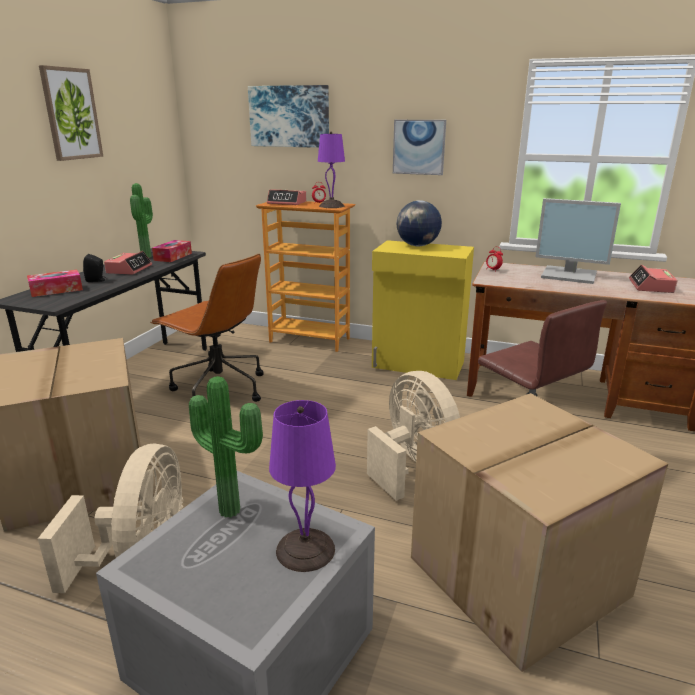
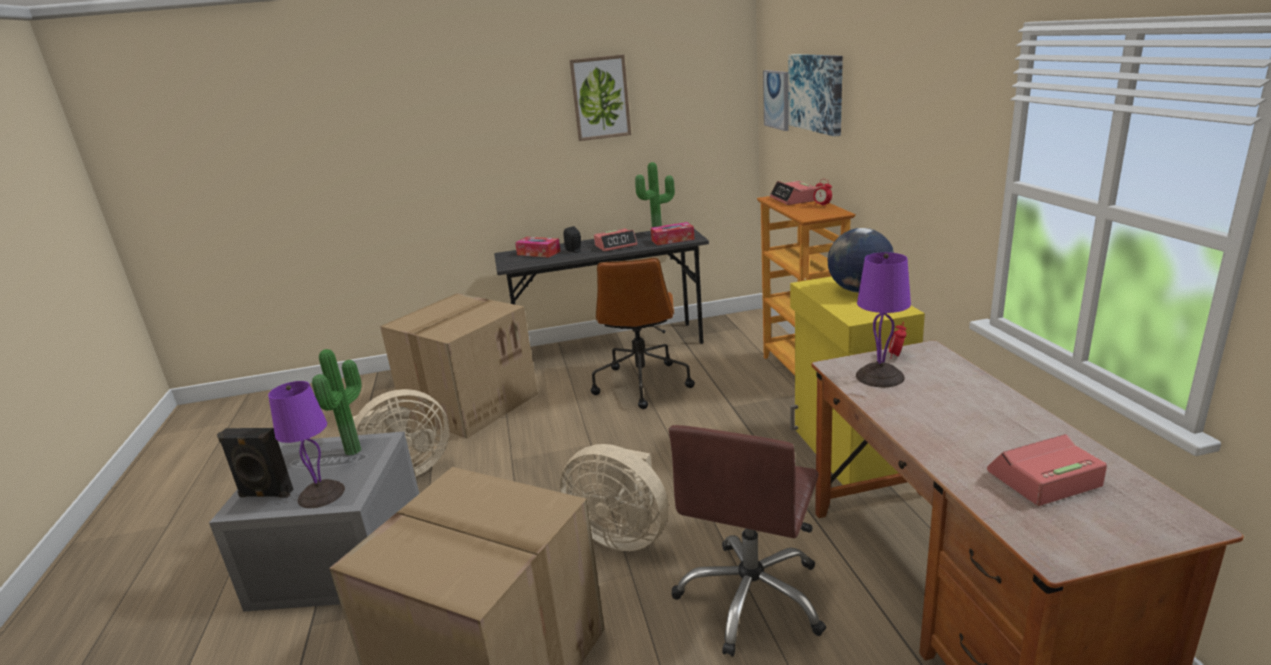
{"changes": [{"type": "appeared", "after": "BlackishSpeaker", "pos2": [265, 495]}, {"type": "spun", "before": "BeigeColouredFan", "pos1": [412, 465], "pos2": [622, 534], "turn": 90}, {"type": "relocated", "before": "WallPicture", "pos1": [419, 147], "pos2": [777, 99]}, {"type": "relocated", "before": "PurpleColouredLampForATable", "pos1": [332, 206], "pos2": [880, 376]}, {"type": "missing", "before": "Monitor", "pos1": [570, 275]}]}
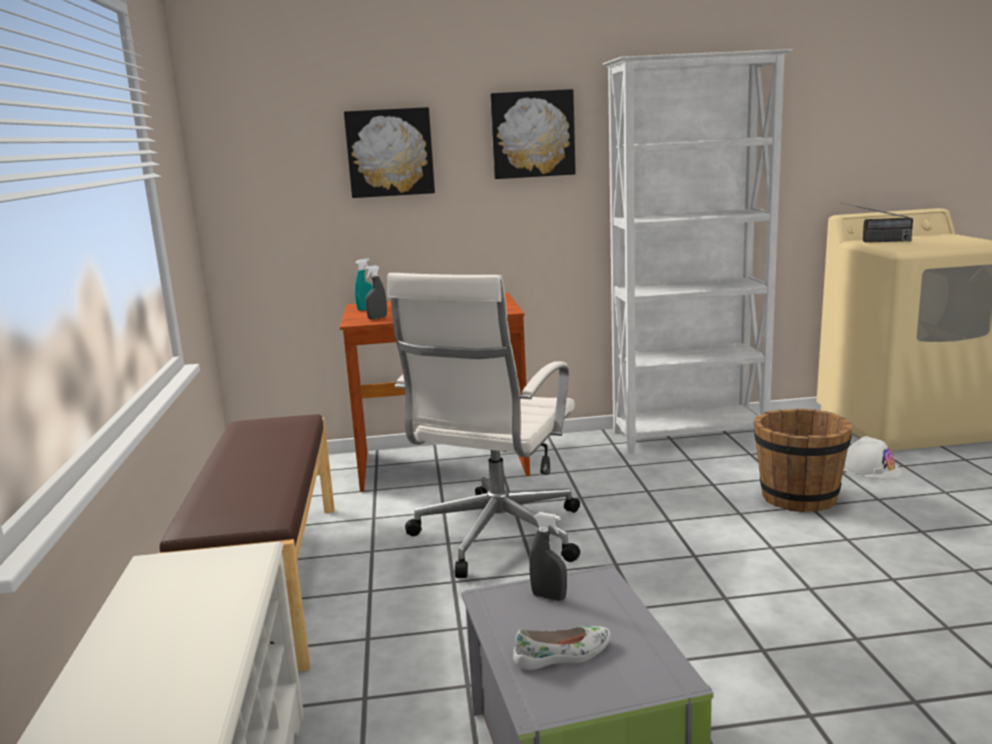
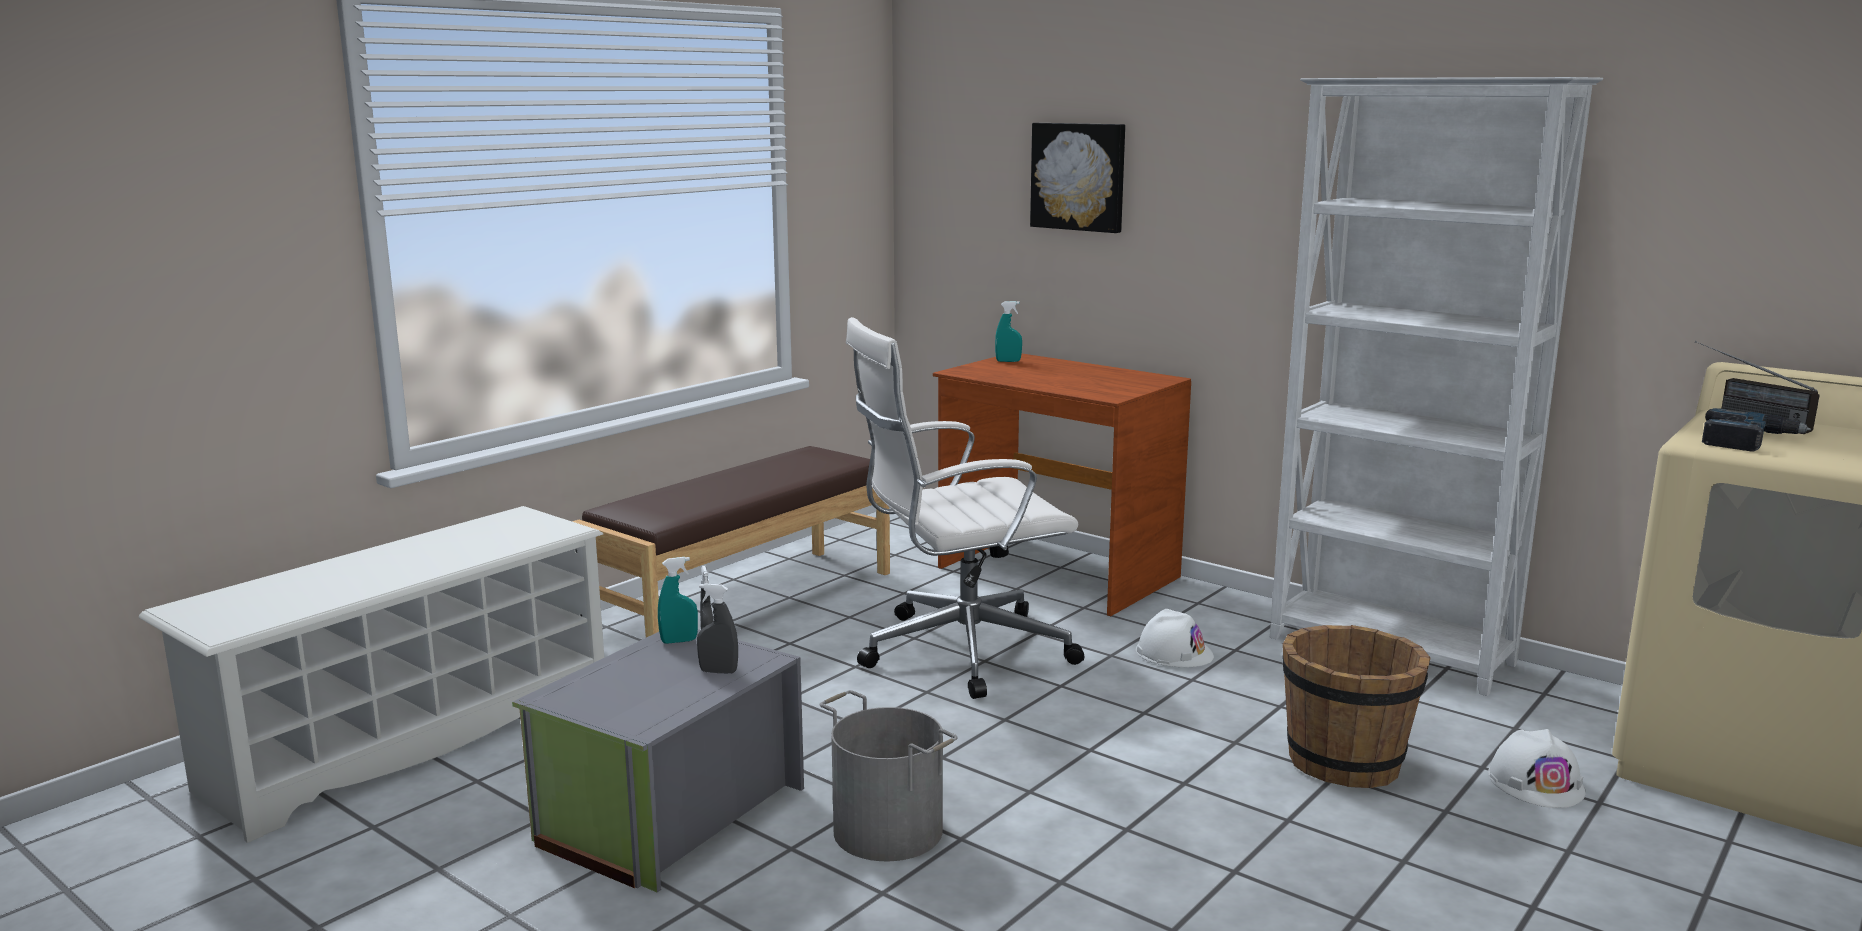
{"changes": [{"type": "appeared", "after": "BlueGreenSprayer", "pos2": [679, 641]}, {"type": "relocated", "before": "GreySprayer", "pos1": [377, 318], "pos2": [718, 671]}, {"type": "appeared", "after": "GreyWaterBucket", "pos2": [889, 830]}, {"type": "appeared", "after": "WhitishHardHat", "pos2": [1174, 653]}, {"type": "appeared", "after": "PowerDrill", "pos2": [1748, 440]}, {"type": "missing", "before": "WallPicture", "pos1": [532, 134]}, {"type": "missing", "before": "WhitishItemOfFootwear", "pos1": [563, 655]}]}
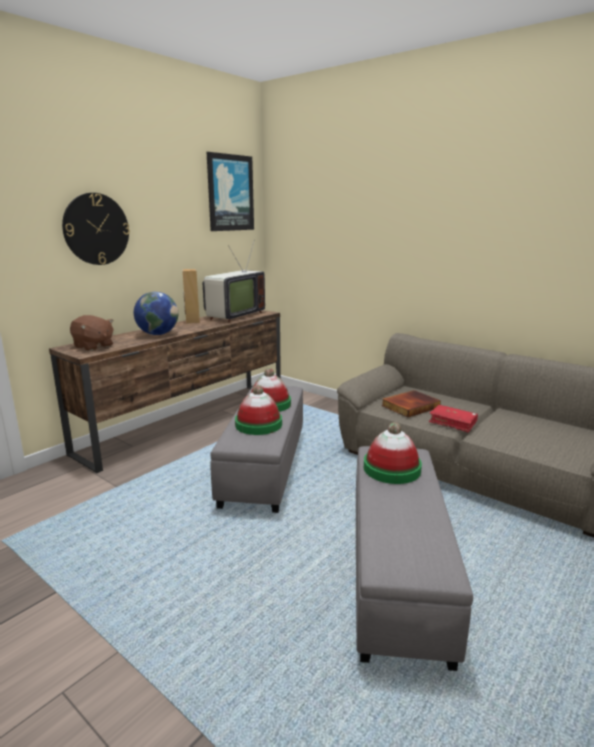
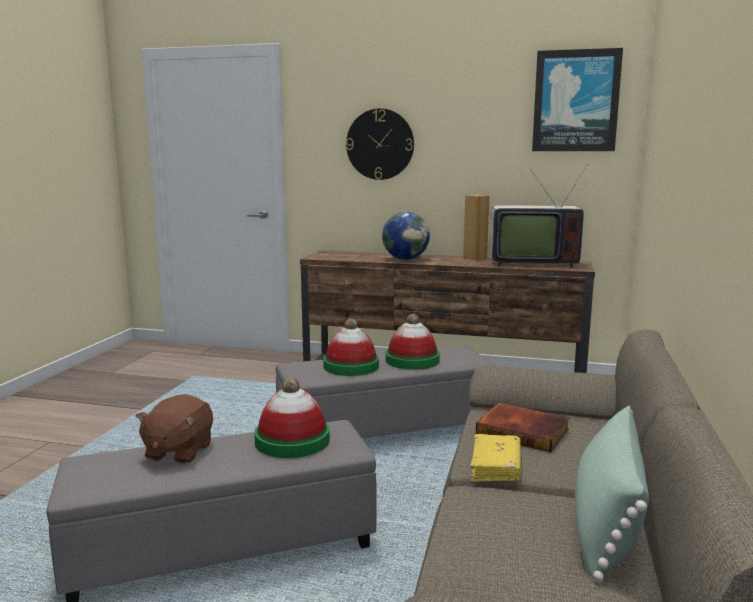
{"changes": [{"type": "relocated", "before": "BrownSoftToy", "pos1": [93, 346], "pos2": [178, 451]}, {"type": "colour", "before": "RedColouredBook", "after": "YellowBook", "pos1": [452, 423], "pos2": [496, 467]}, {"type": "appeared", "after": "GreenColouredCushion", "pos2": [606, 521]}]}
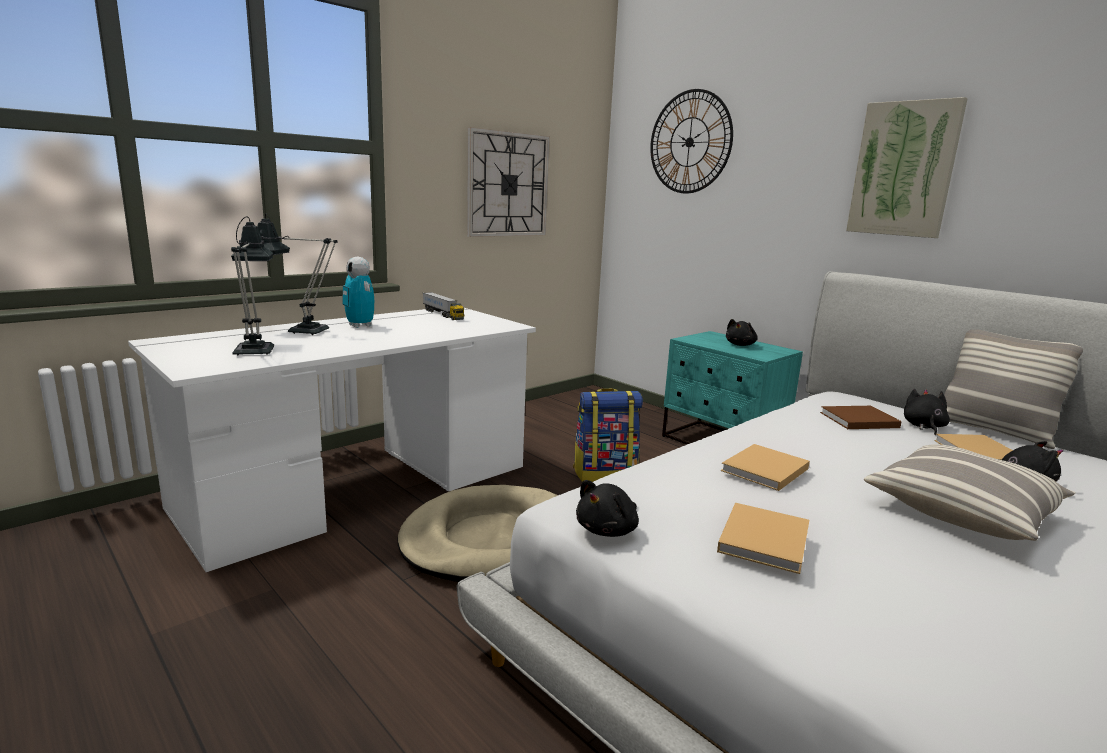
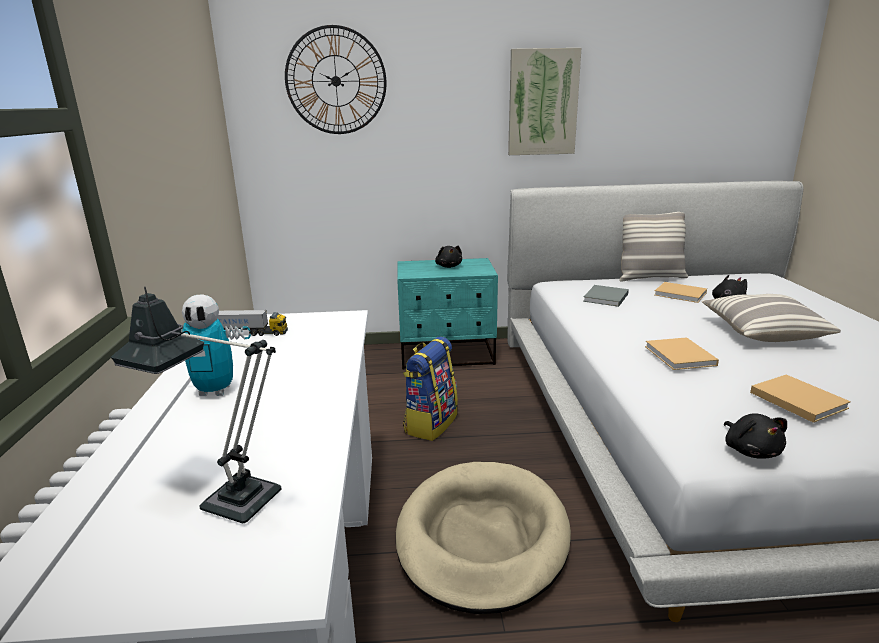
{"changes": [{"type": "colour", "before": "BrownBook", "after": "GreyBook", "pos1": [857, 420], "pos2": [605, 298]}, {"type": "missing", "before": "LampForATable", "pos1": [300, 331]}, {"type": "missing", "before": "HangingClock", "pos1": [508, 185]}, {"type": "missing", "before": "BlackishSoftToy", "pos1": [923, 426]}]}
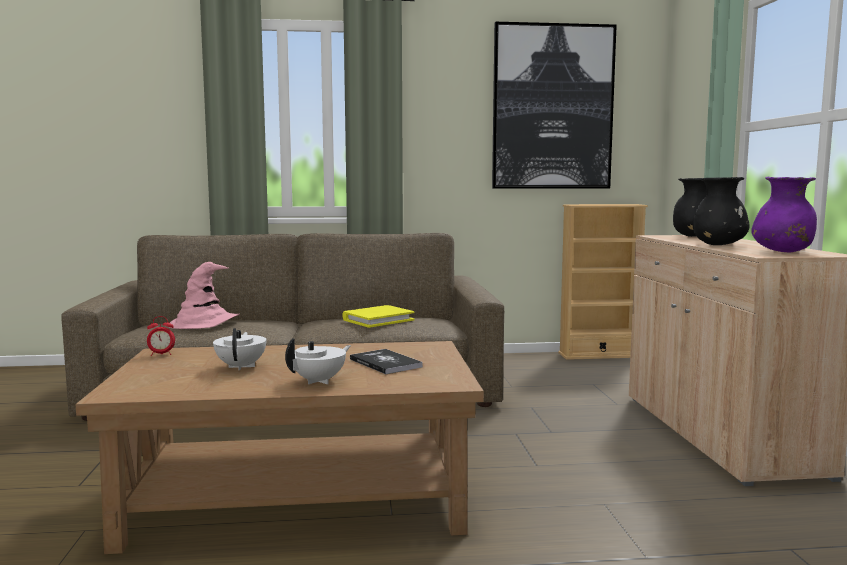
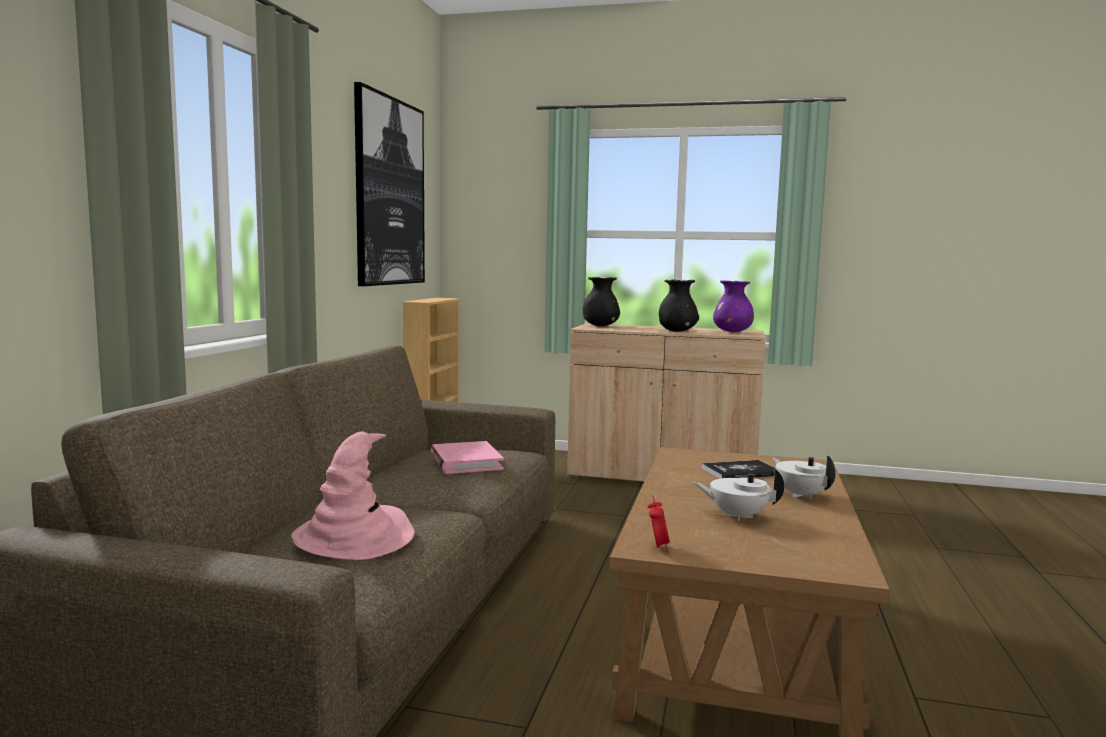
{"changes": [{"type": "colour", "before": "YellowBook", "after": "PinkColouredBook", "pos1": [378, 320], "pos2": [465, 462]}]}
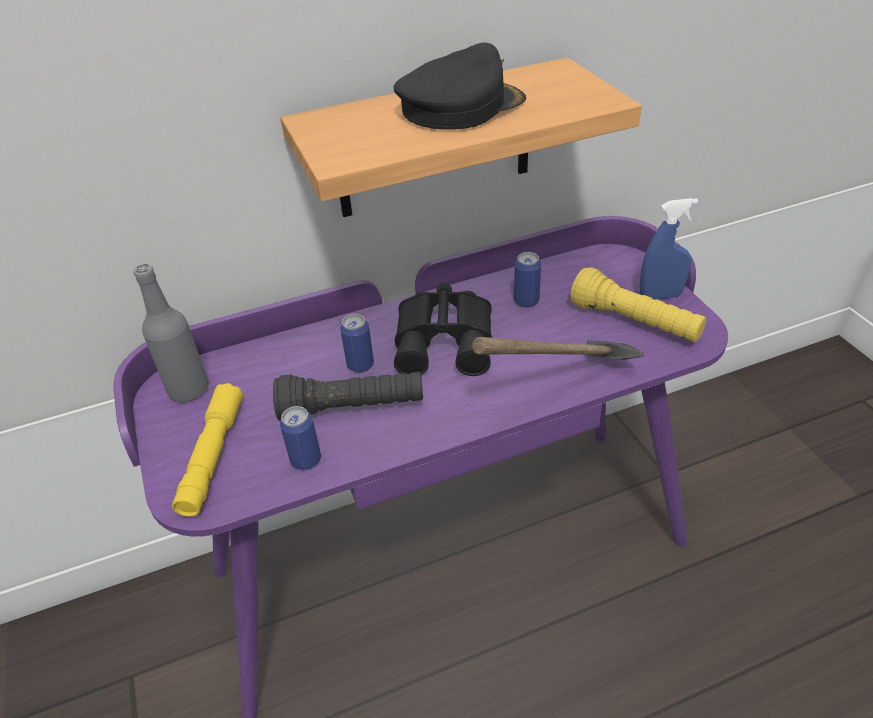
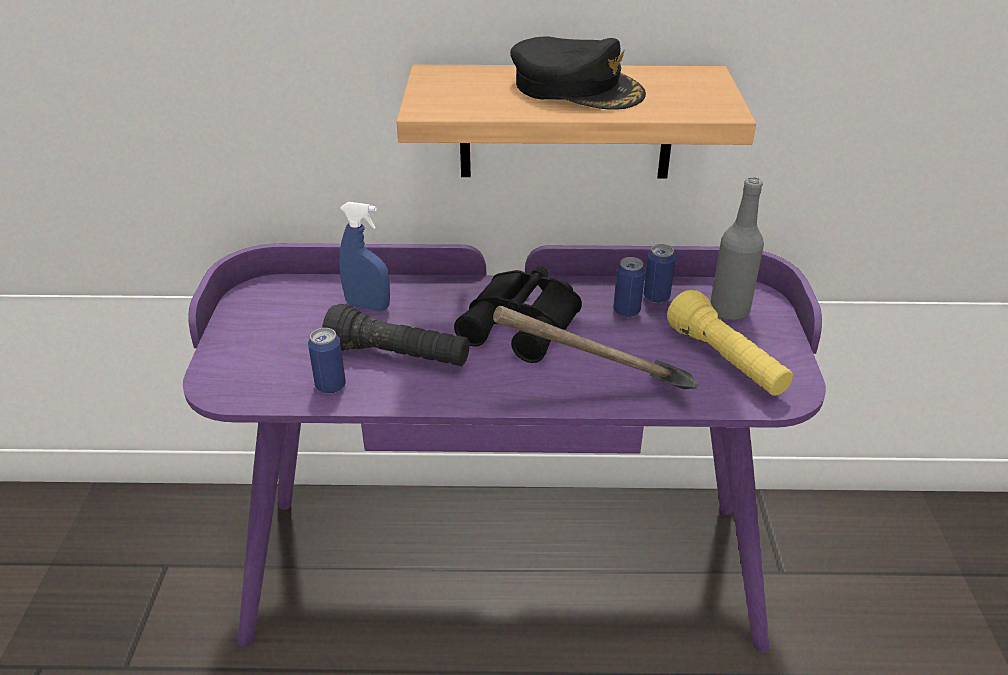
{"changes": [{"type": "relocated", "before": "BlueColouredSprayer", "pos1": [660, 296], "pos2": [368, 306]}, {"type": "spun", "before": "BlackishCap", "pos1": [460, 106], "pos2": [577, 88], "turn": 45}, {"type": "relocated", "before": "SealedCan", "pos1": [360, 365], "pos2": [656, 297]}, {"type": "relocated", "before": "GreyBottle", "pos1": [188, 389], "pos2": [729, 311]}, {"type": "missing", "before": "YellowTorch", "pos1": [212, 456]}]}
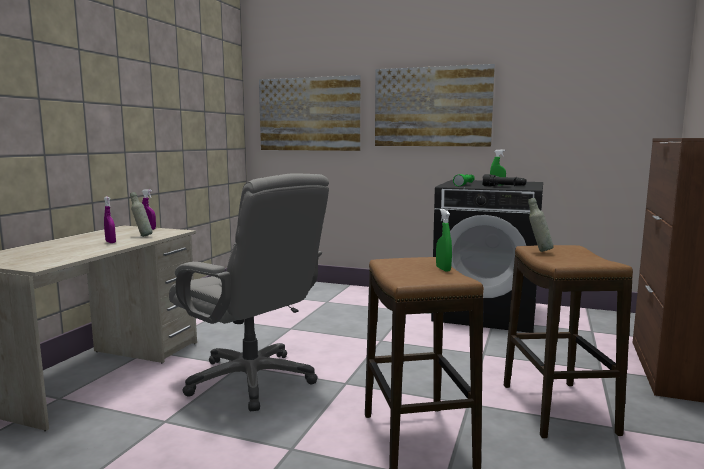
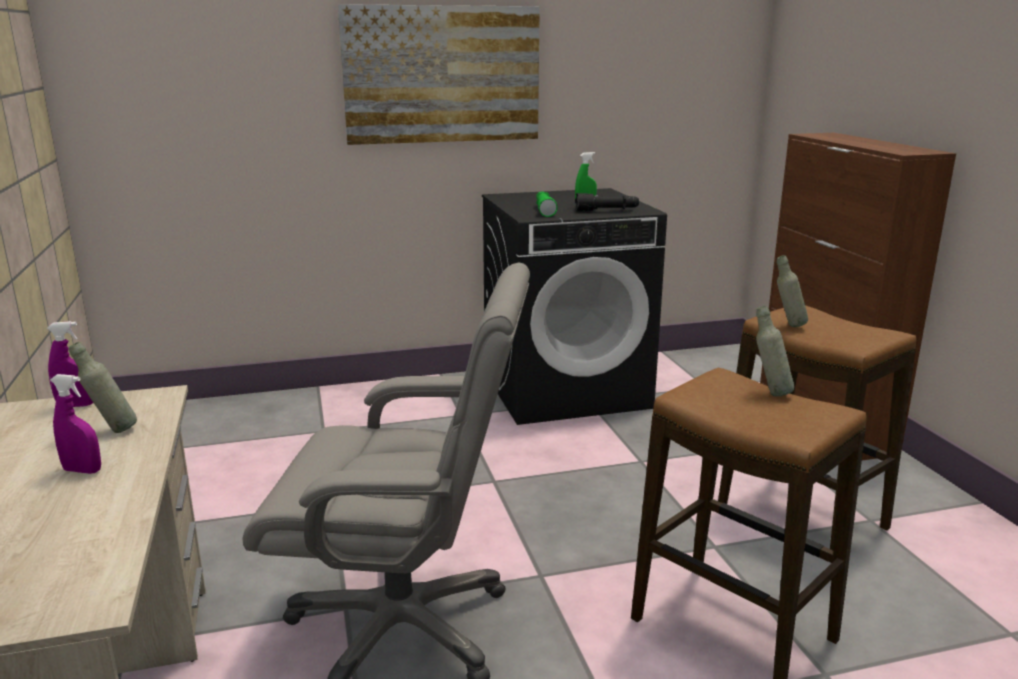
{"changes": [{"type": "exchanged", "before": "GreenColouredSprayer", "after": "GreyBottle", "pos1": [443, 269], "pos2": [769, 393]}, {"type": "missing", "before": "WallPicture", "pos1": [309, 114]}]}
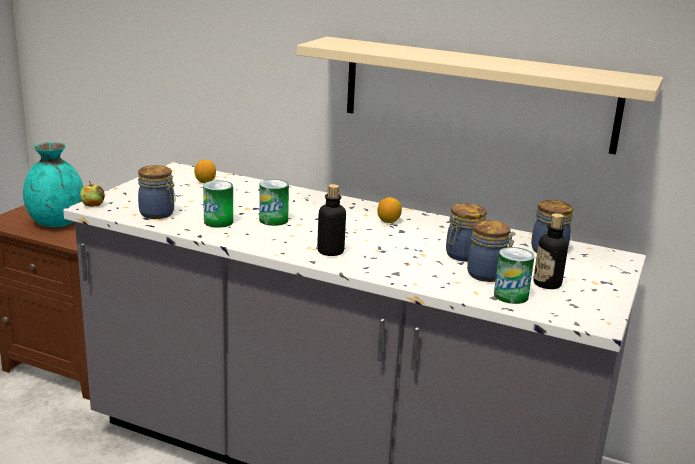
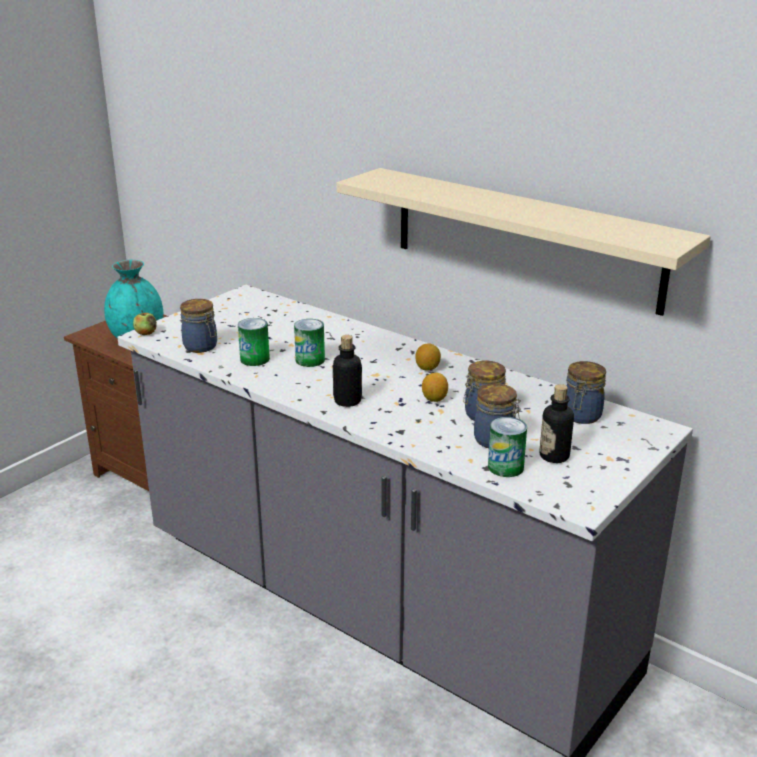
{"changes": [{"type": "relocated", "before": "Lemon", "pos1": [205, 182], "pos2": [434, 399]}]}
